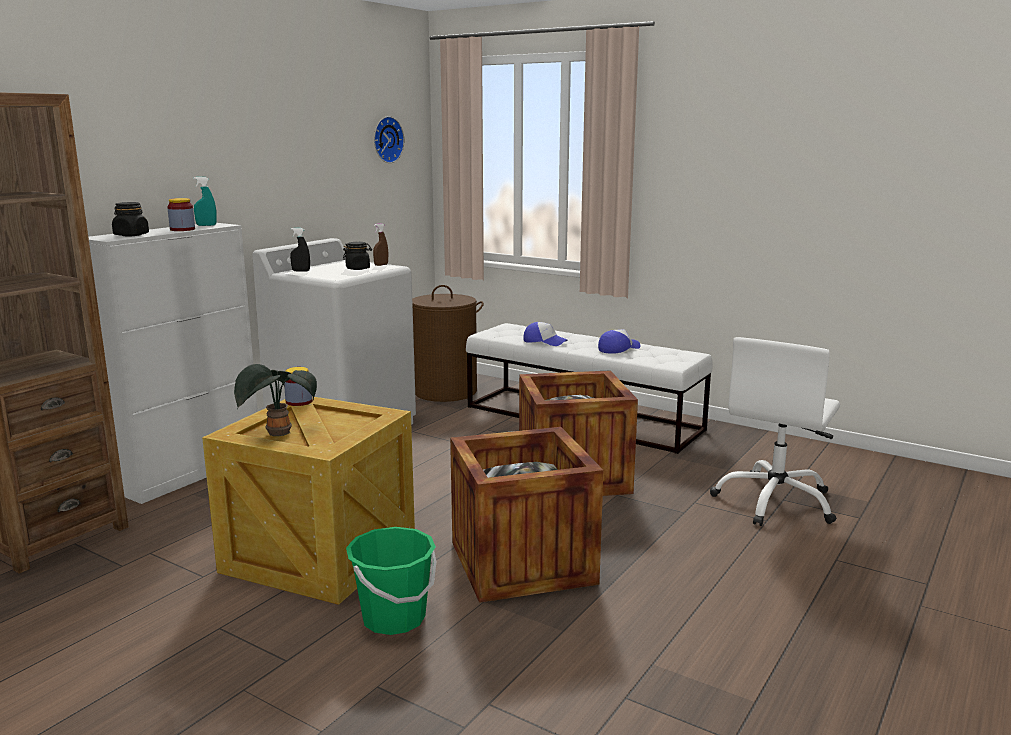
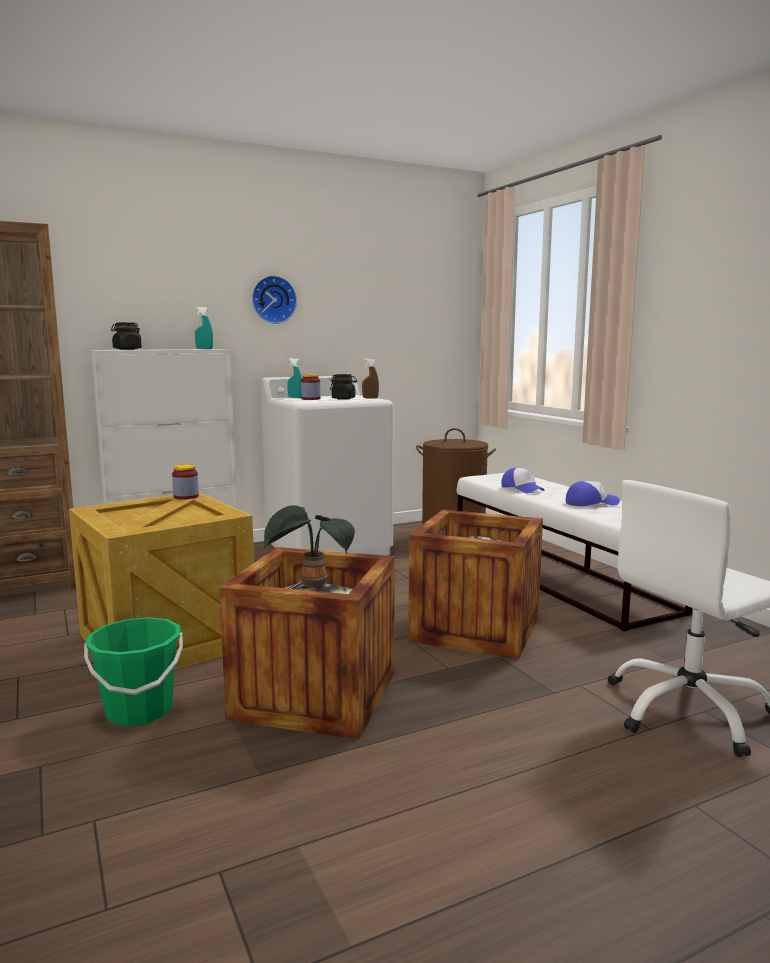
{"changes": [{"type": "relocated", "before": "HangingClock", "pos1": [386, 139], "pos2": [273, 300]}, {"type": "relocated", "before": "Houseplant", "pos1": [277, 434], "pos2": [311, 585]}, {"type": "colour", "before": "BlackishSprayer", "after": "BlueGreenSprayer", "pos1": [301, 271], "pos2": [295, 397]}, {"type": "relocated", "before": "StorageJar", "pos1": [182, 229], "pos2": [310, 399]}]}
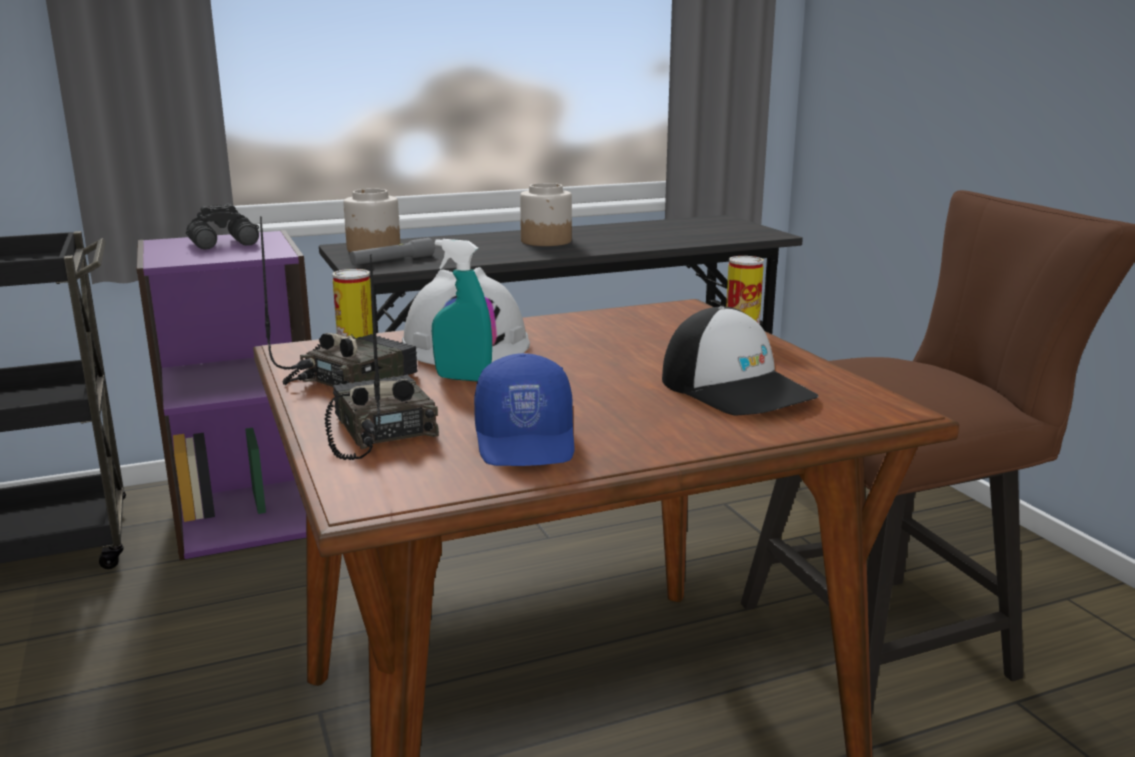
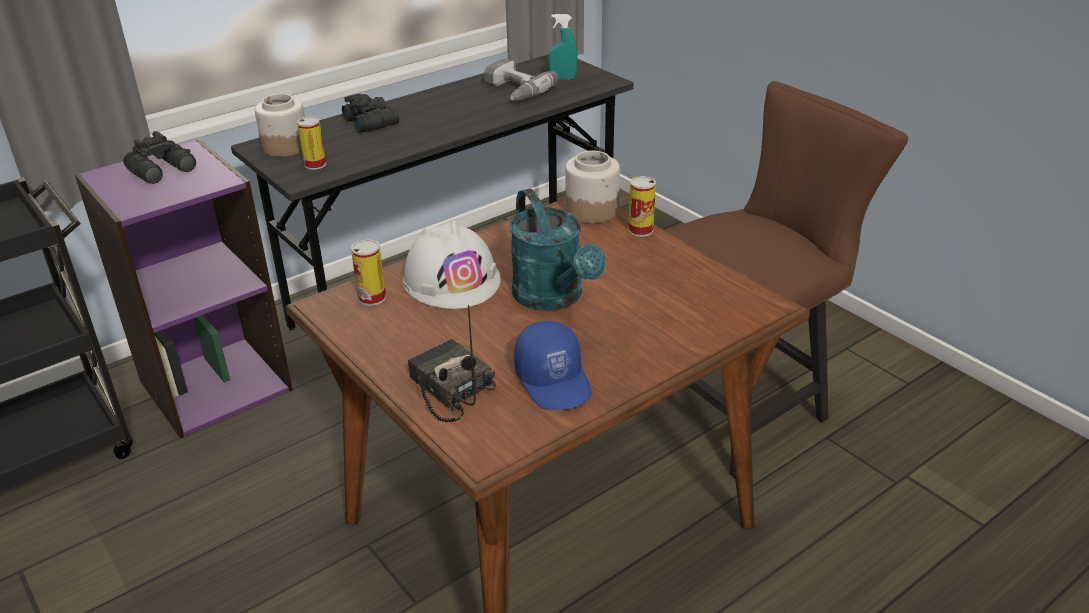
{"changes": [{"type": "exchanged", "before": "GreyTorch", "after": "SealedCan", "pos1": [392, 261], "pos2": [315, 164]}, {"type": "appeared", "after": "BlackishPairOfBinoculars", "pos2": [372, 122]}, {"type": "appeared", "after": "PowerDrill", "pos2": [513, 90]}, {"type": "appeared", "after": "BlueGreenWateringCan", "pos2": [554, 298]}, {"type": "relocated", "before": "BlueGreenSprayer", "pos1": [463, 378], "pos2": [562, 78]}, {"type": "relocated", "before": "StorageJar", "pos1": [546, 241], "pos2": [592, 210]}, {"type": "missing", "before": "RadioReceiver", "pos1": [351, 378]}, {"type": "missing", "before": "Cap", "pos1": [737, 388]}]}
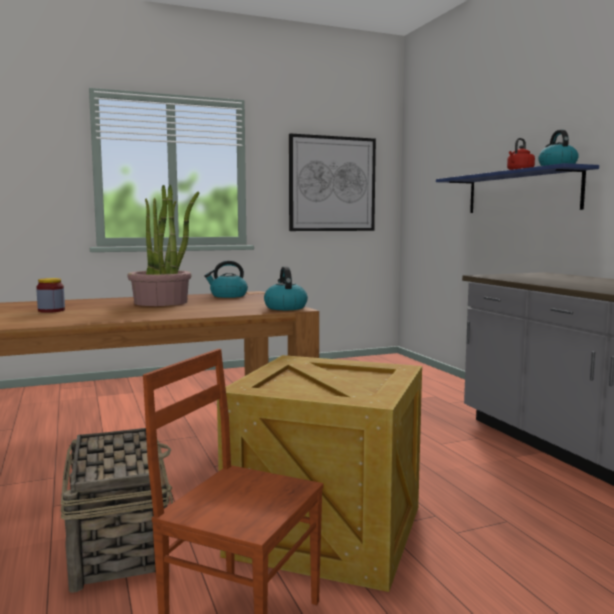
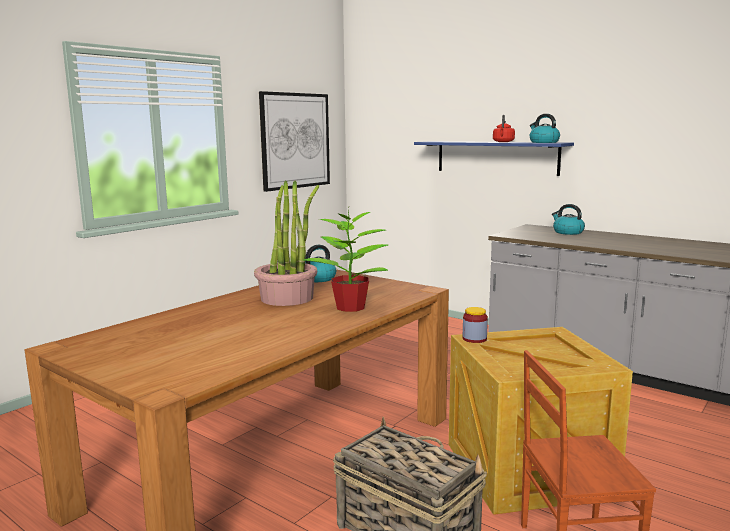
{"changes": [{"type": "appeared", "after": "Houseplant", "pos2": [351, 307]}, {"type": "relocated", "before": "StorageJar", "pos1": [51, 310], "pos2": [474, 339]}, {"type": "relocated", "before": "Kettle", "pos1": [285, 307], "pos2": [567, 232]}]}
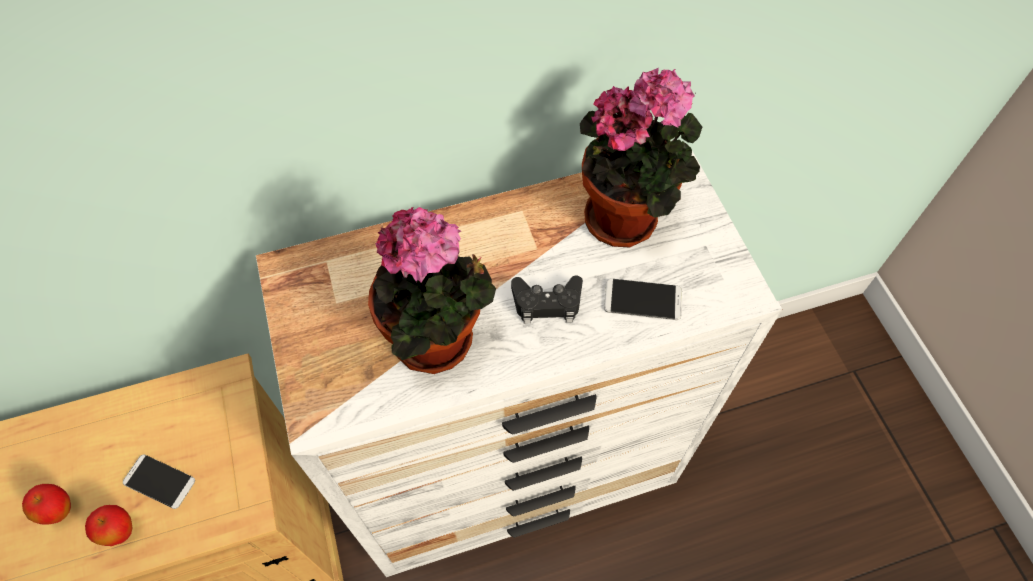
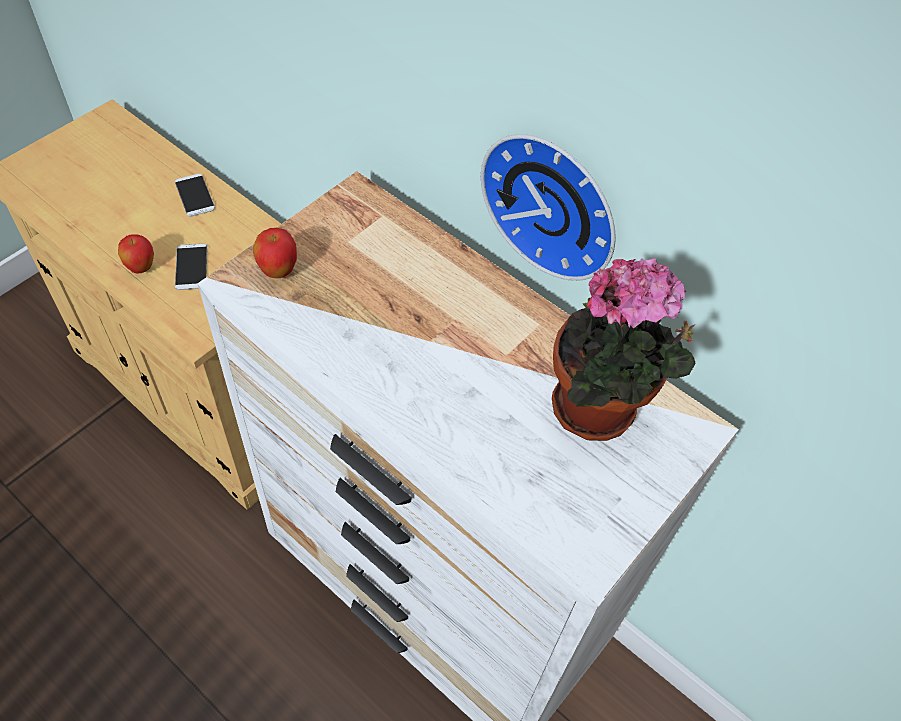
{"changes": [{"type": "relocated", "before": "Telephone", "pos1": [642, 300], "pos2": [195, 195]}, {"type": "relocated", "before": "WholeApple", "pos1": [60, 511], "pos2": [278, 271]}, {"type": "appeared", "after": "HangingClock", "pos2": [554, 202]}, {"type": "missing", "before": "Houseplant", "pos1": [440, 342]}, {"type": "missing", "before": "BlackishJoypad", "pos1": [547, 303]}]}
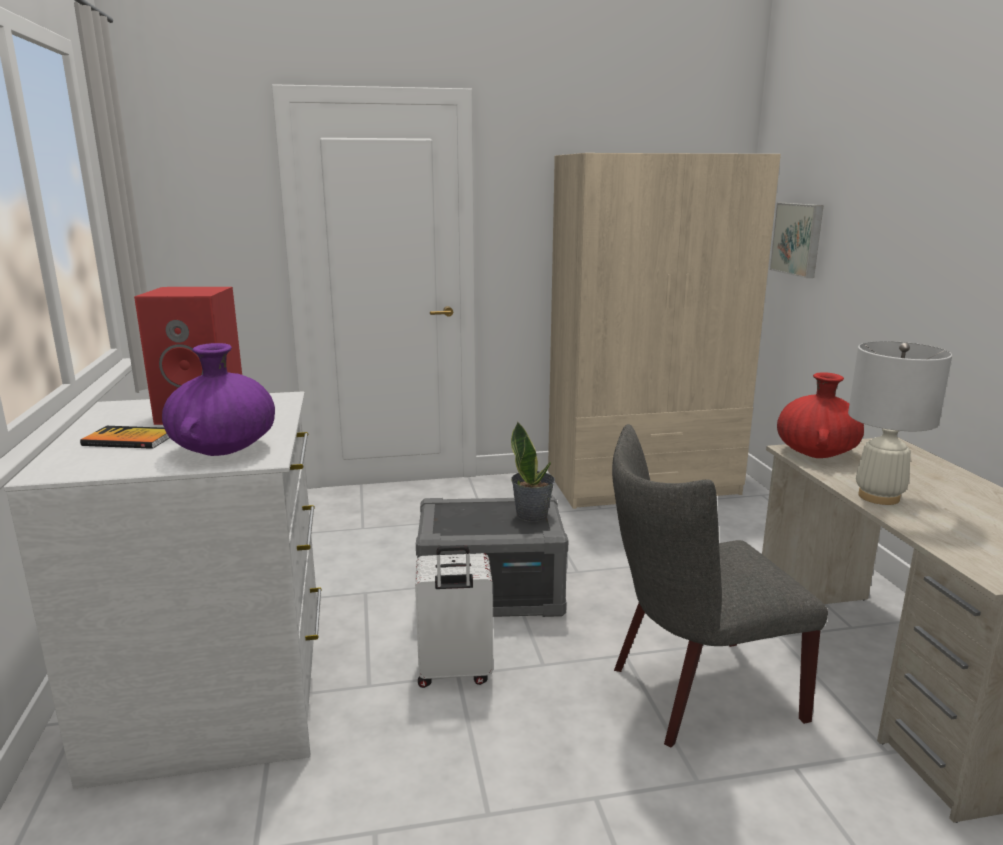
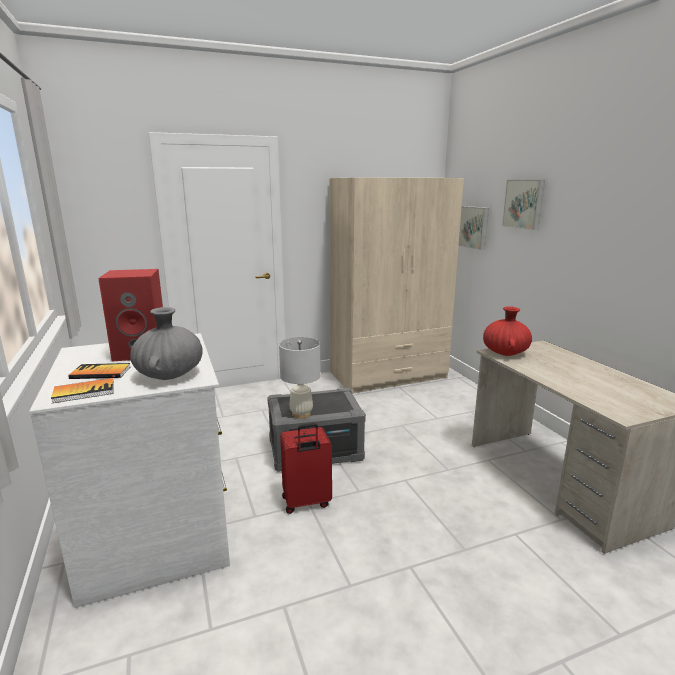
{"changes": [{"type": "appeared", "after": "Book", "pos2": [84, 392]}, {"type": "colour", "before": "PurpleColouredFlowerVase", "after": "GreyFlowerVase", "pos1": [224, 449], "pos2": [170, 375]}, {"type": "relocated", "before": "WhitishLampForATable", "pos1": [878, 497], "pos2": [301, 414]}, {"type": "colour", "before": "WhitishTravelCase", "after": "RedColouredTravelCase", "pos1": [454, 673], "pos2": [306, 502]}, {"type": "appeared", "after": "WallPicture", "pos2": [524, 204]}, {"type": "missing", "before": "Houseplant", "pos1": [532, 515]}, {"type": "missing", "before": "GreyChair", "pos1": [694, 693]}]}
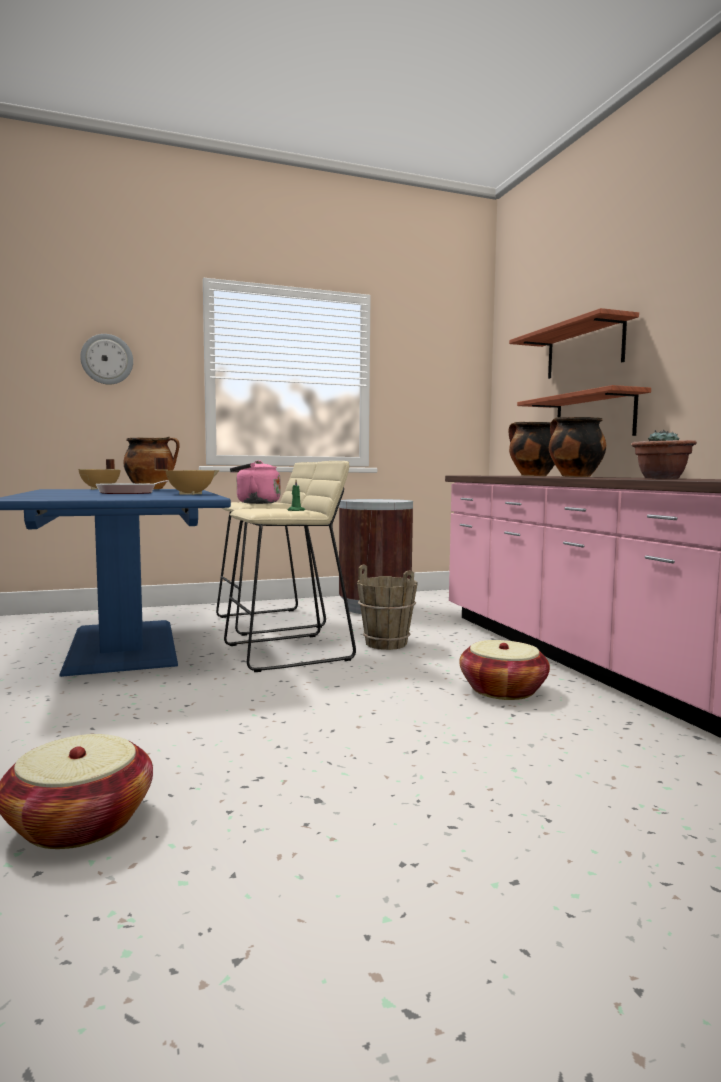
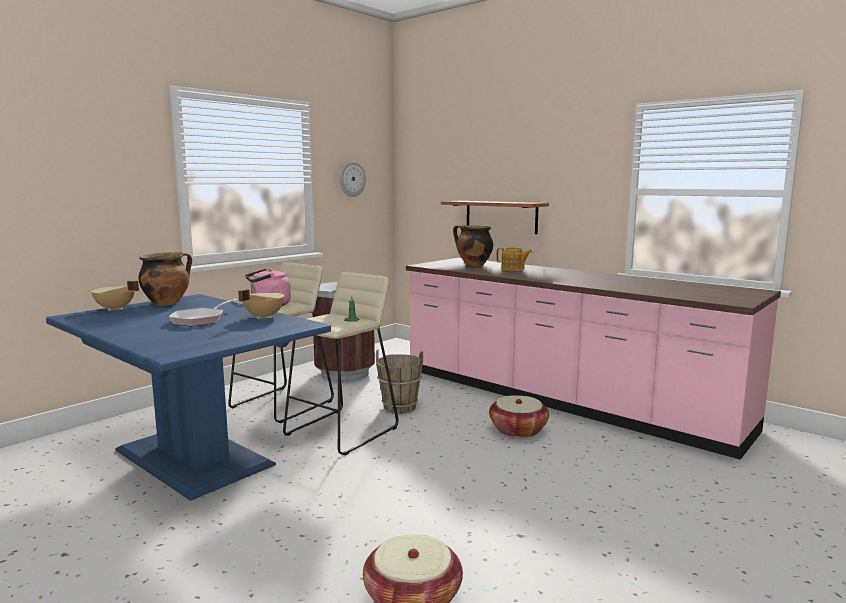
{"changes": [{"type": "relocated", "before": "HangingClock", "pos1": [107, 359], "pos2": [352, 179]}, {"type": "exchanged", "before": "Saucepot", "after": "PotForTea", "pos1": [574, 476], "pos2": [513, 269]}, {"type": "missing", "before": "WallShelf", "pos1": [584, 350]}, {"type": "missing", "before": "Houseplant", "pos1": [661, 478]}]}
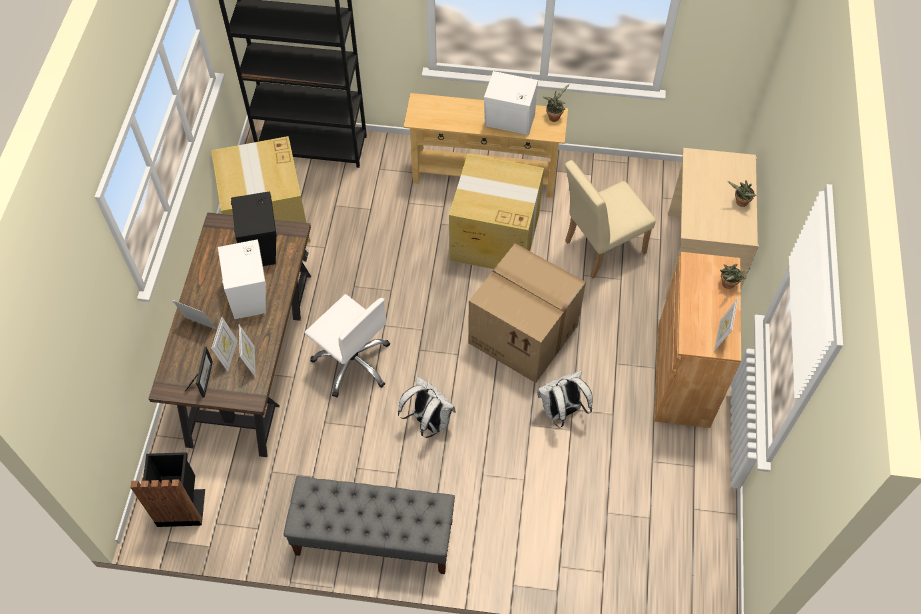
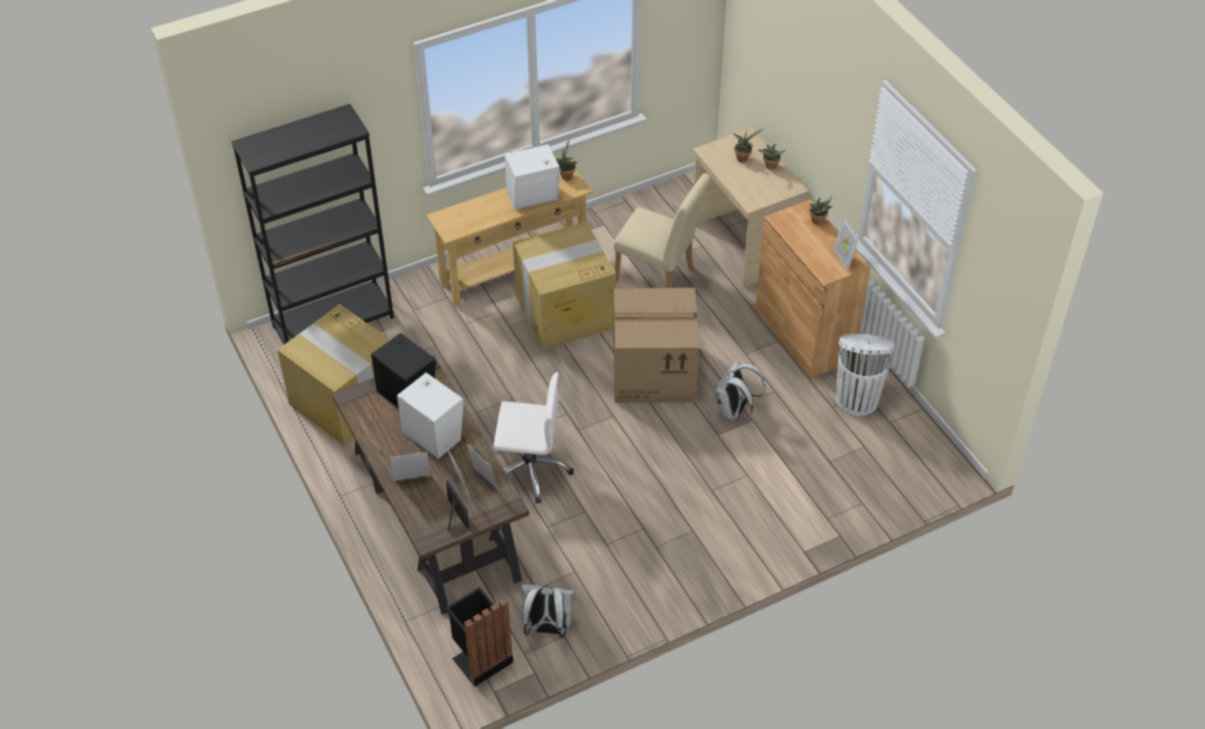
{"changes": [{"type": "relocated", "before": "WhitishBackpack", "pos1": [428, 421], "pos2": [547, 628]}, {"type": "spun", "before": "BeigeColouredChair", "pos1": [599, 249], "pos2": [659, 277], "turn": -90}, {"type": "appeared", "after": "Houseplant", "pos2": [743, 158]}, {"type": "appeared", "after": "WhitishWasteBin", "pos2": [857, 398]}, {"type": "missing", "before": "GreyBench", "pos1": [373, 538]}]}
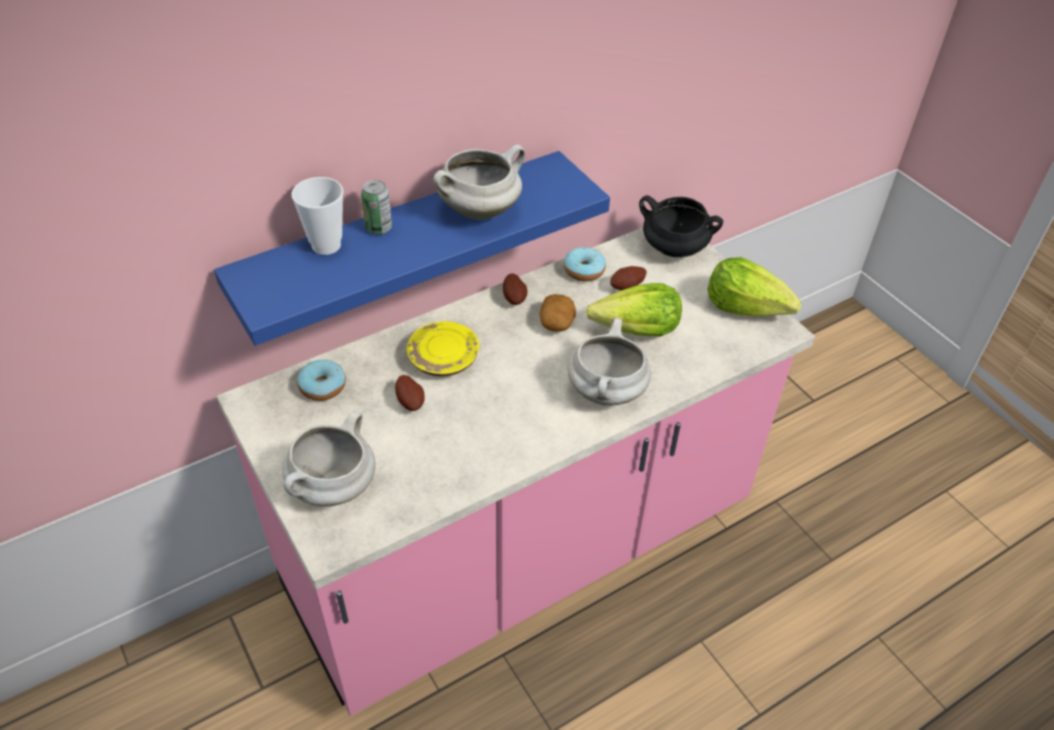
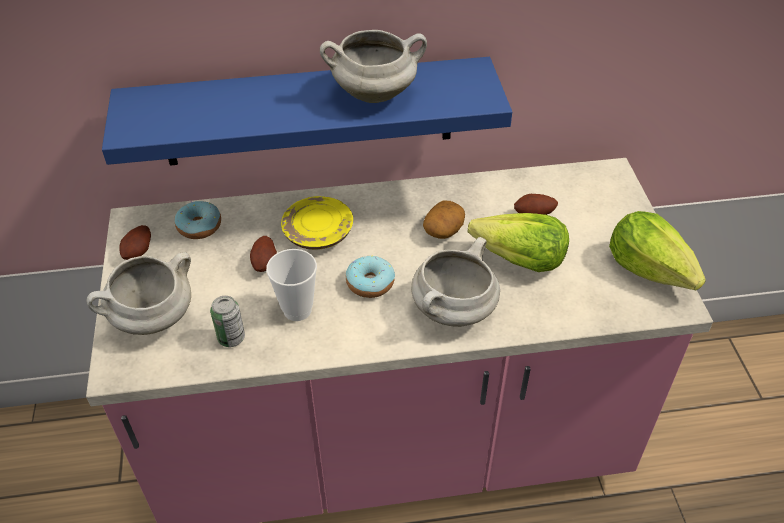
{"changes": [{"type": "relocated", "before": "Potato", "pos1": [515, 298], "pos2": [139, 252]}, {"type": "relocated", "before": "SealedCan", "pos1": [378, 228], "pos2": [231, 338]}, {"type": "relocated", "before": "SmallCup", "pos1": [326, 245], "pos2": [297, 310]}, {"type": "relocated", "before": "RingDoughnut", "pos1": [584, 270], "pos2": [370, 283]}, {"type": "missing", "before": "BlackishSaucepot", "pos1": [673, 249]}]}
